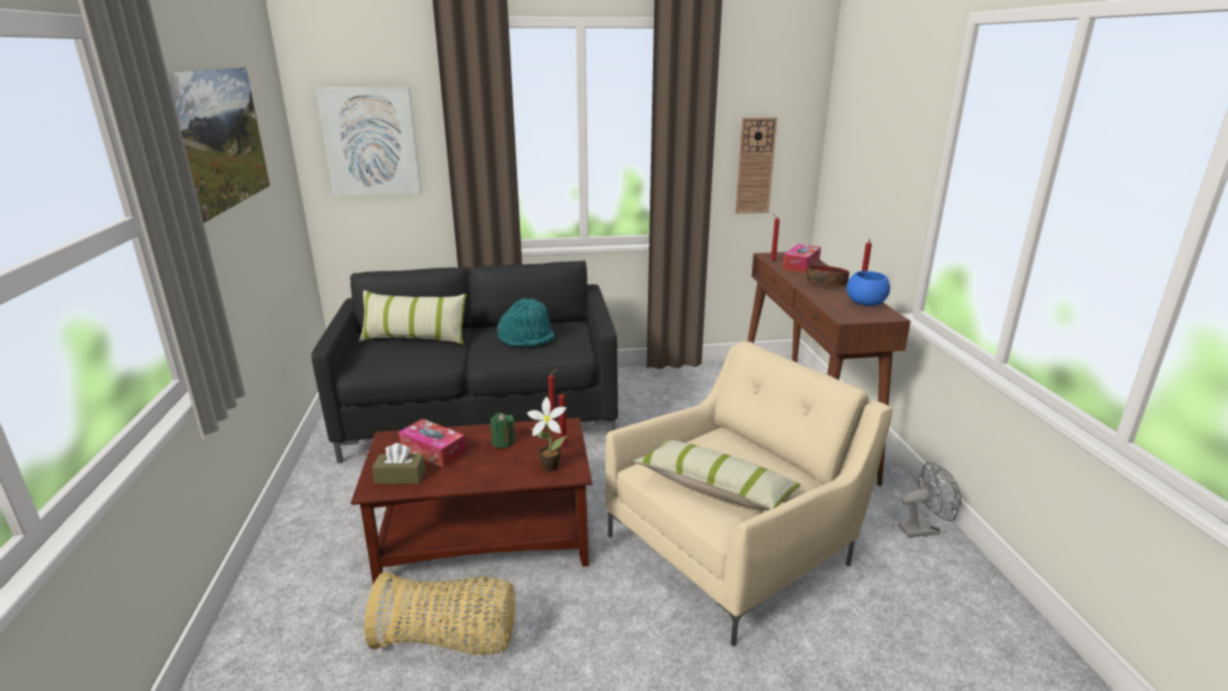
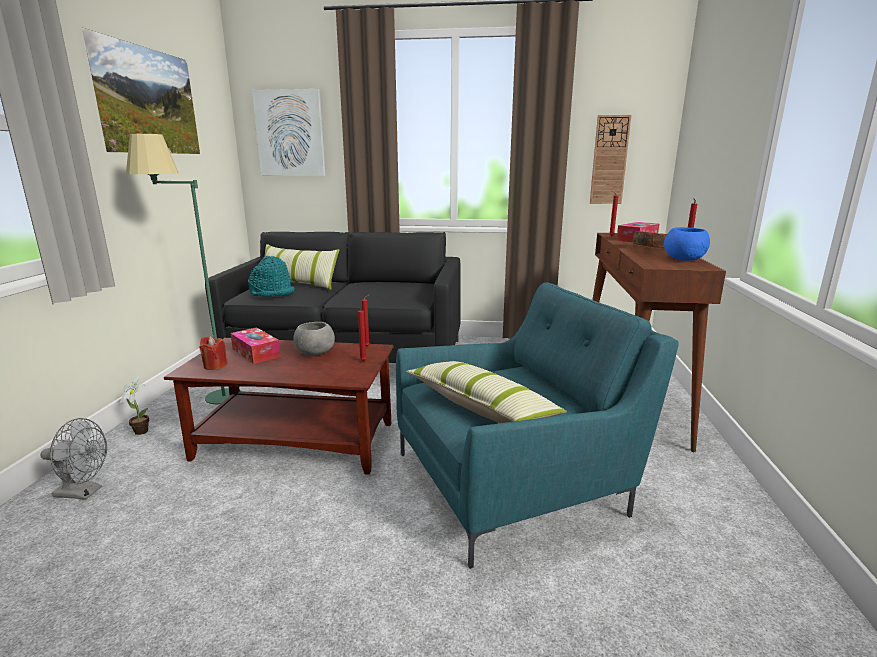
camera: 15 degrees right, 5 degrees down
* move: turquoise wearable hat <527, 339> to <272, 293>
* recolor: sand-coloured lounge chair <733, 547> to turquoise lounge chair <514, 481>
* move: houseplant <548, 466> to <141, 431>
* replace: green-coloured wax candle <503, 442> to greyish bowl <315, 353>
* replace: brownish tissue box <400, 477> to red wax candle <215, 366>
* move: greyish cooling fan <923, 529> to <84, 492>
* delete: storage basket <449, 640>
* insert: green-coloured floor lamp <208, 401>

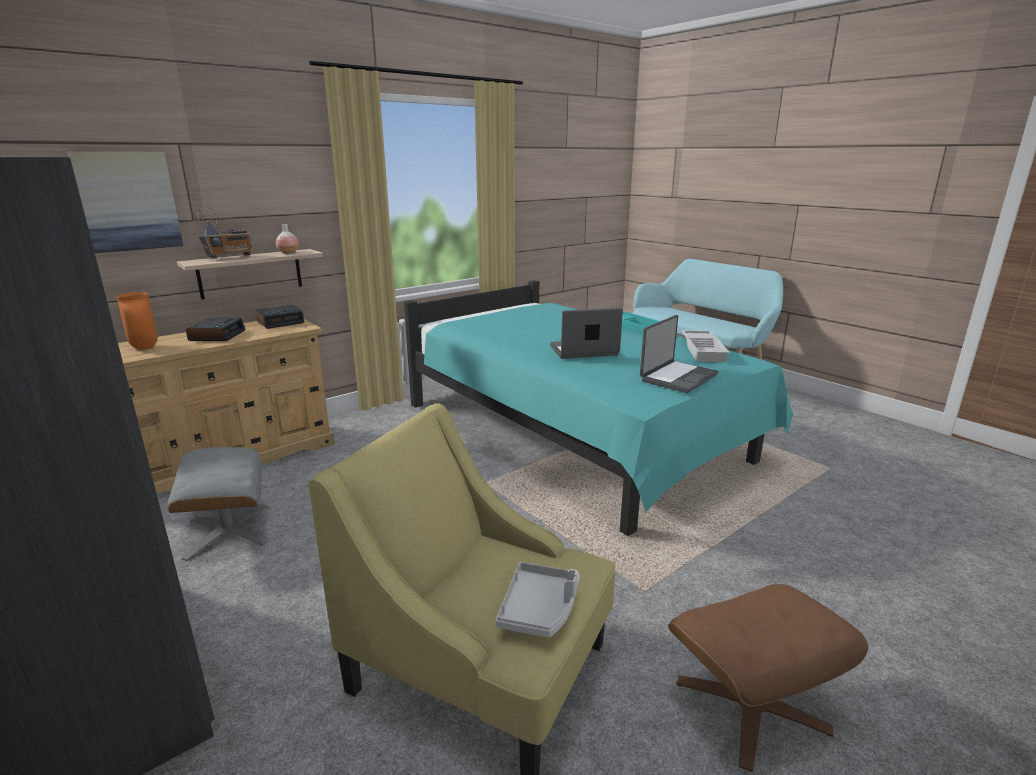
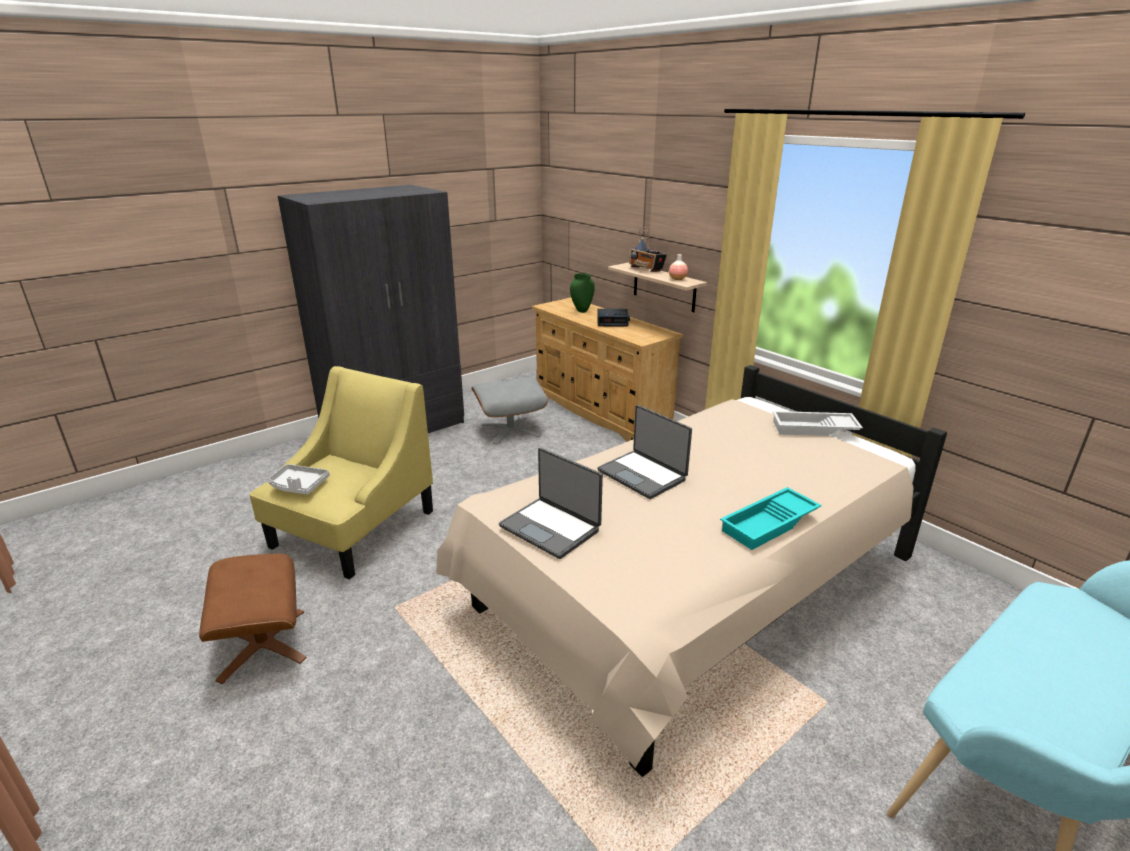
camera: 90 degrees right, 5 degrees up
* delete: wall picture <128, 201>
* recolor: turquoise bedroom bed <577, 435> to sand-coloured bedroom bed <691, 588>
* recolor: orangey decorative vase <144, 347> to green-coloured decorative vase <581, 311>
* delete: alarm clock <280, 322>
* rotate: laptop <584, 351> = <643, 475> 150 degrees clockwise
* move: whitish tray <704, 350> to <814, 429>

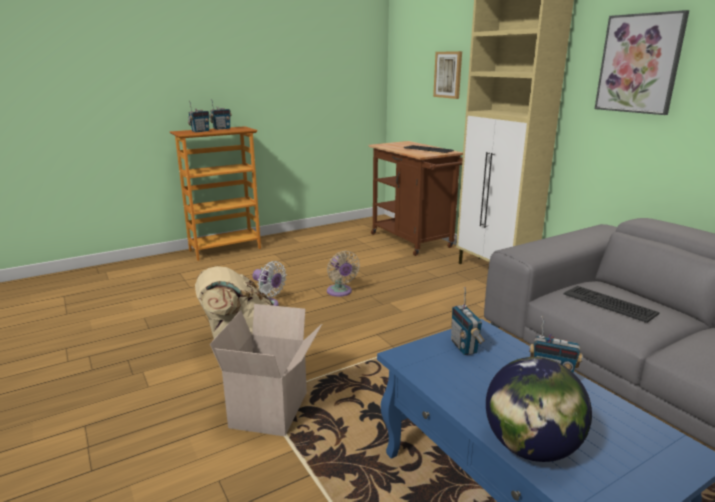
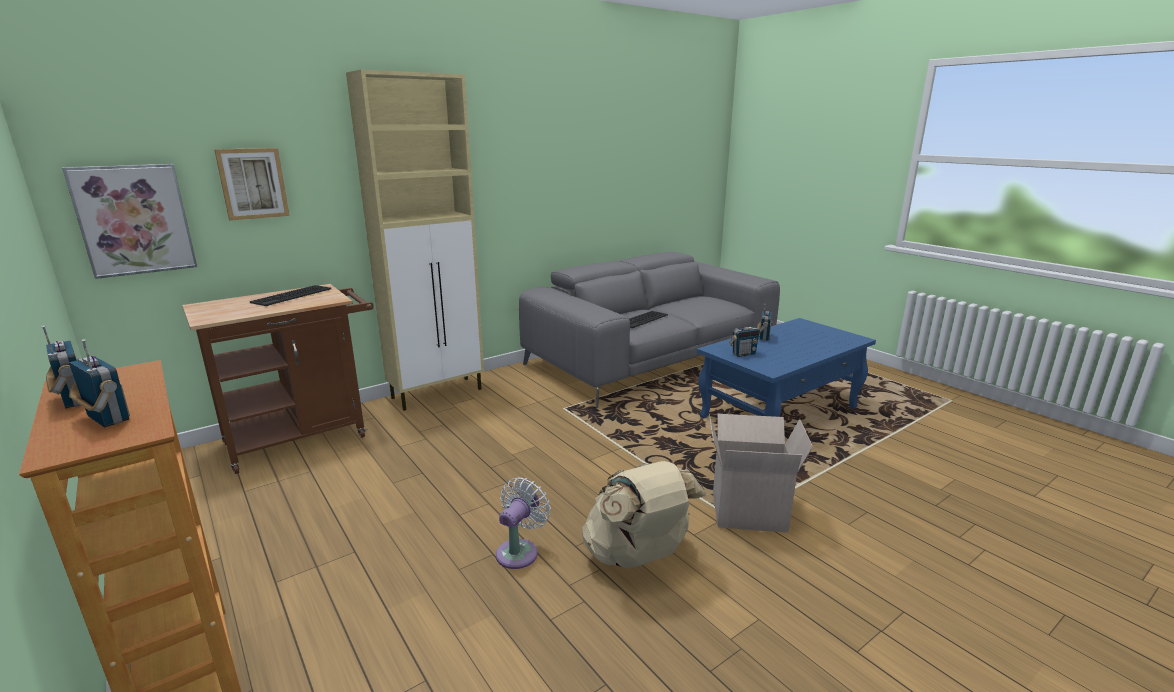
camera: 95 degrees left, 0 degrees up
* move: wall picture <639, 64> to <134, 220>
* delete: sand-coloured cooling fan <340, 292>
* delete: world globe <530, 448>

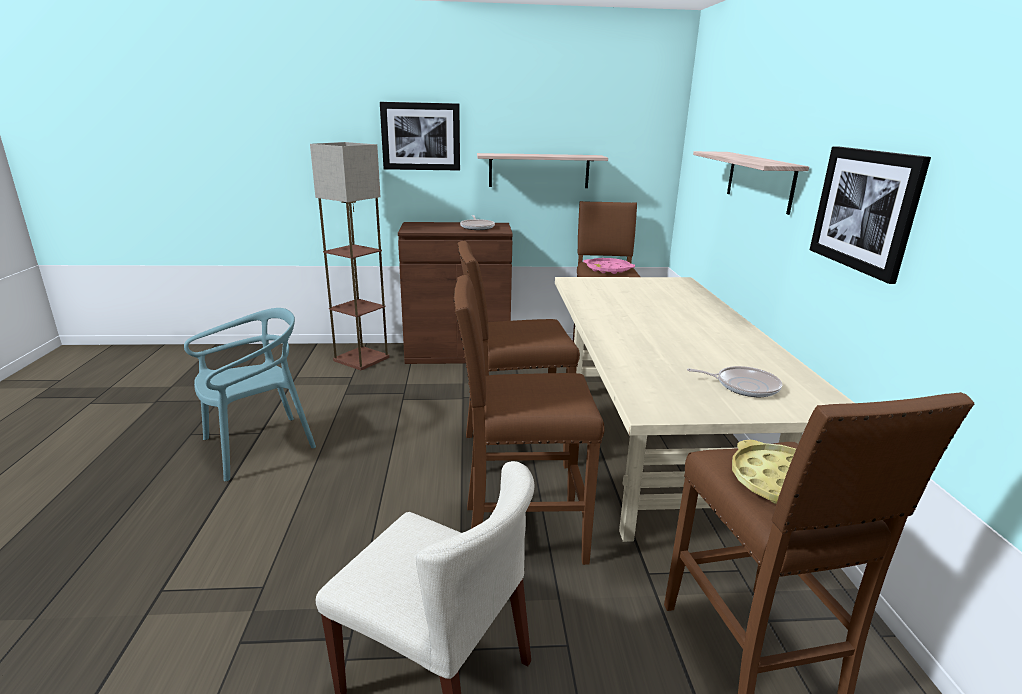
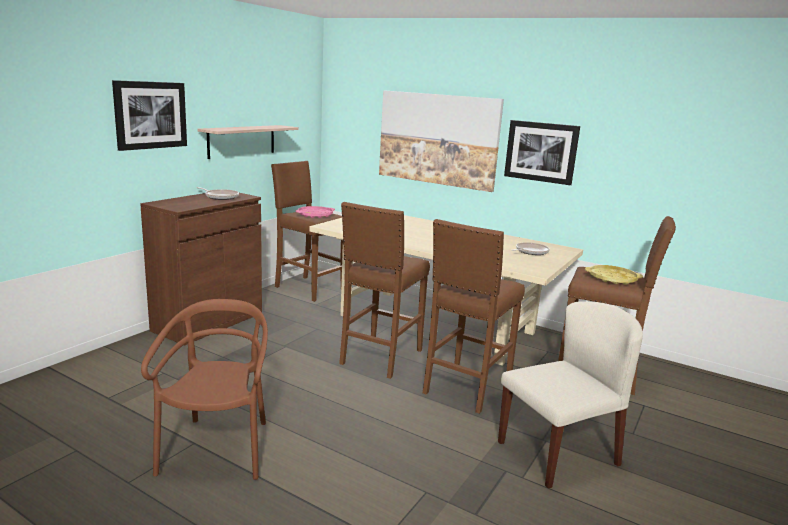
camera: 55 degrees left, 5 degrees down
* delete: floor lamp <362, 359>
* replace: shelf <759, 180> to wall picture <438, 139>
* recolor: turquoise chair <258, 446> to brownish chair <218, 449>

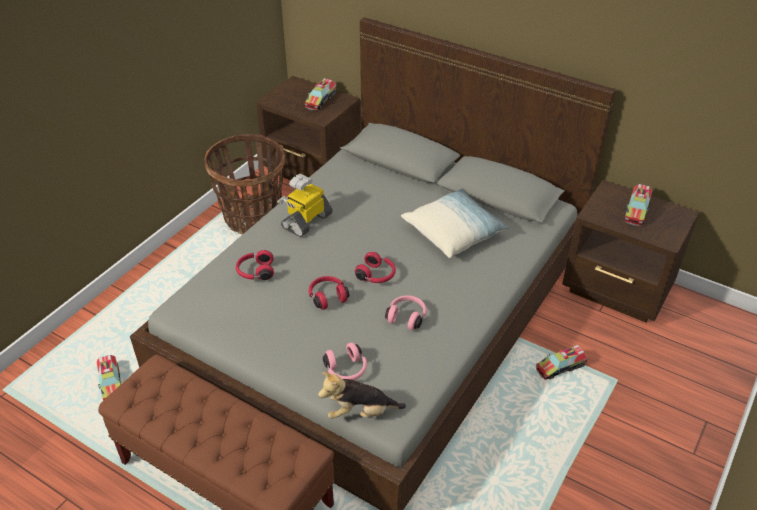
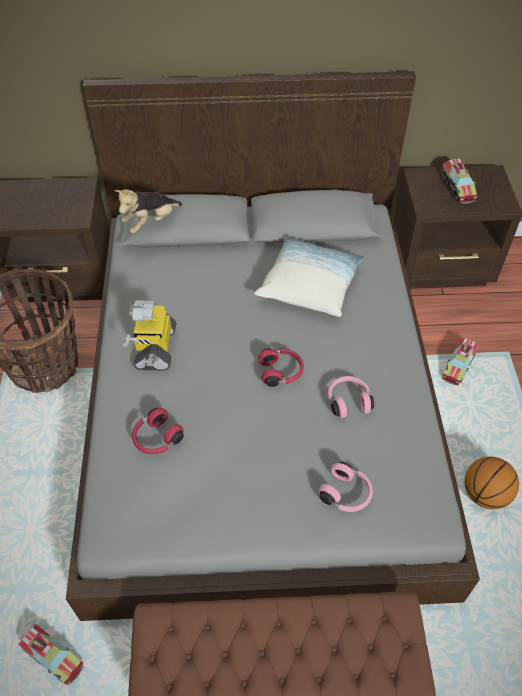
camera: 35 degrees left, 10 degrees up
* delete: toy lorry <320, 100>
* delete: red headphones <327, 297>
* move: plush toy <360, 412> to <151, 222>
* insert: basketball <485, 494>

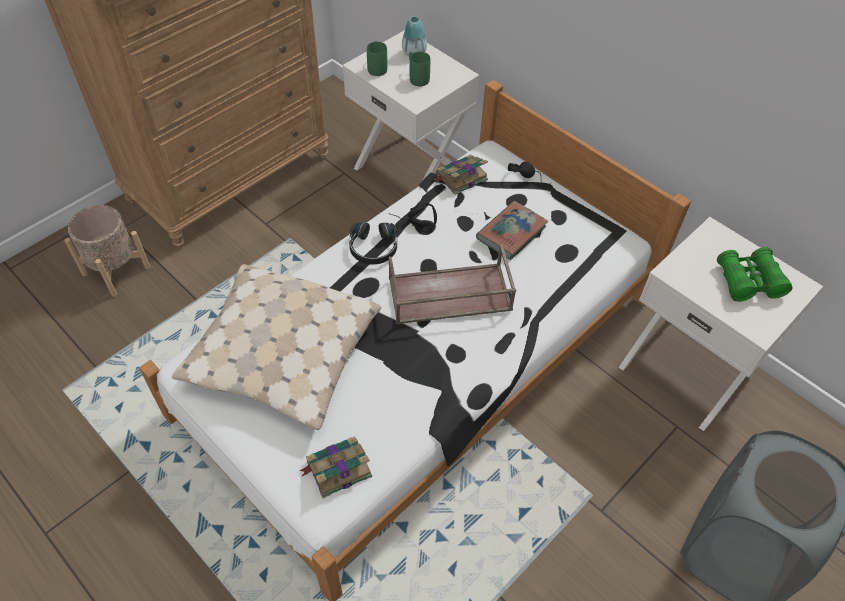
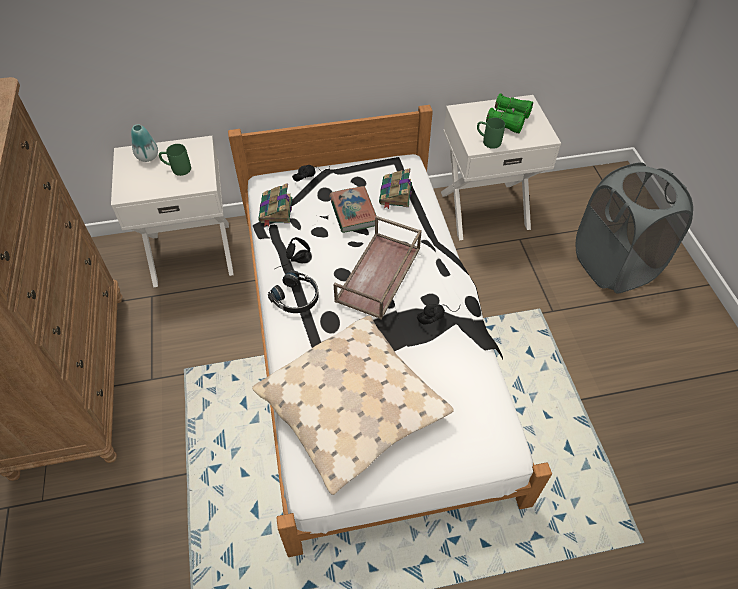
camera: 55 degrees left, 0 degrees up
* move: green-coloured coffee mug <377, 67> to <487, 141>
* delete: sand-coloured plant pot <116, 271>
* move: book <337, 469> to <395, 194>
* insert: blackish headphones <437, 314>

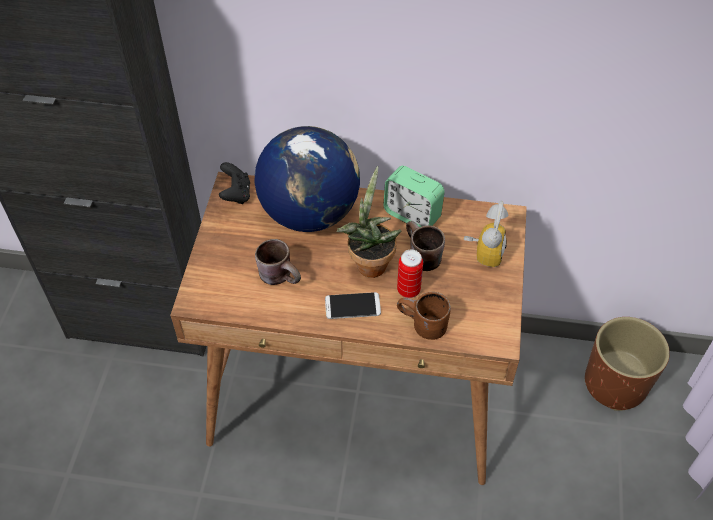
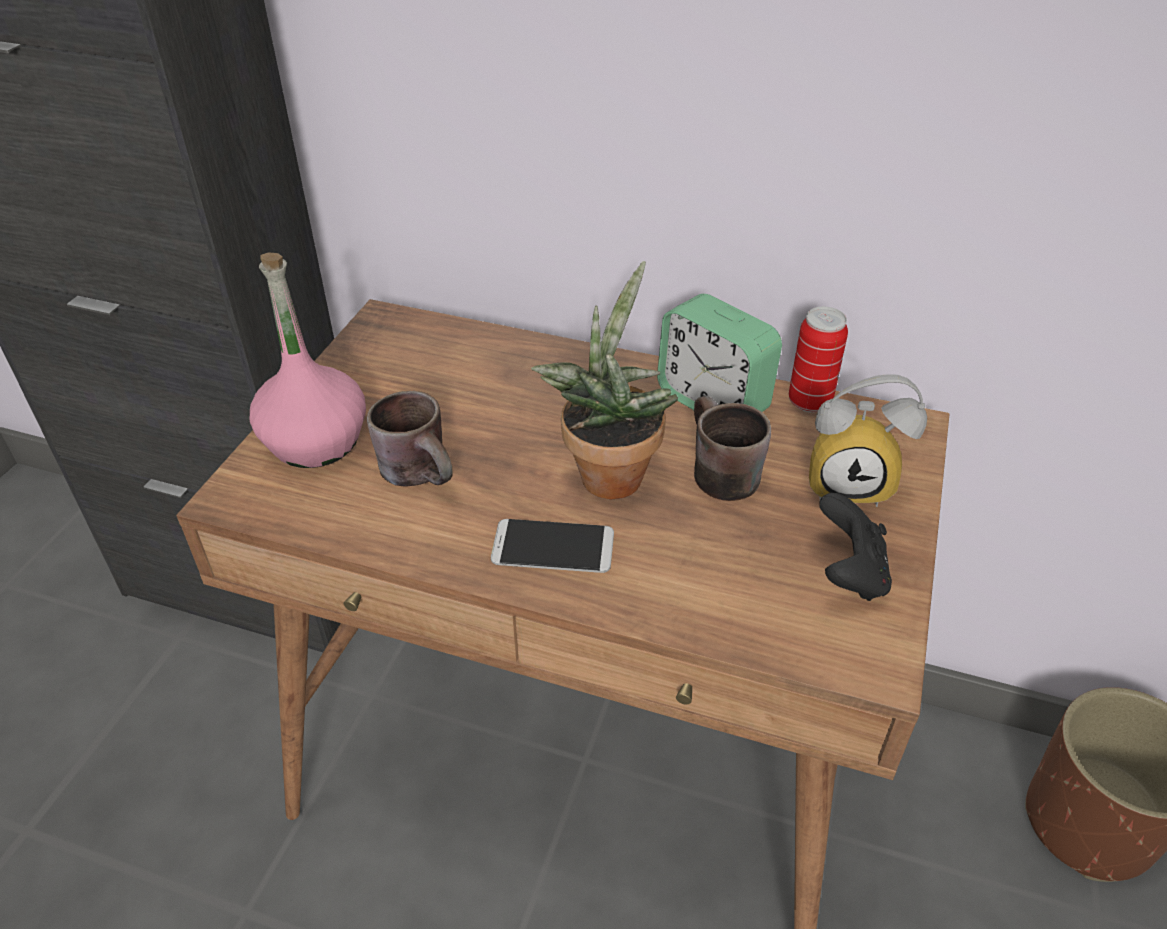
camera: 10 degrees right, 10 degrees down
* delete: world globe <309, 213>
* move: blackish game controller <236, 194> to <849, 574>
* rotate: alarm clock <483, 253> = <851, 483> 75 degrees clockwise
* move: sealed can <408, 290> to <809, 402>
* delete: brownish coffee mug <422, 326>
* insert: pink bottle <316, 441>

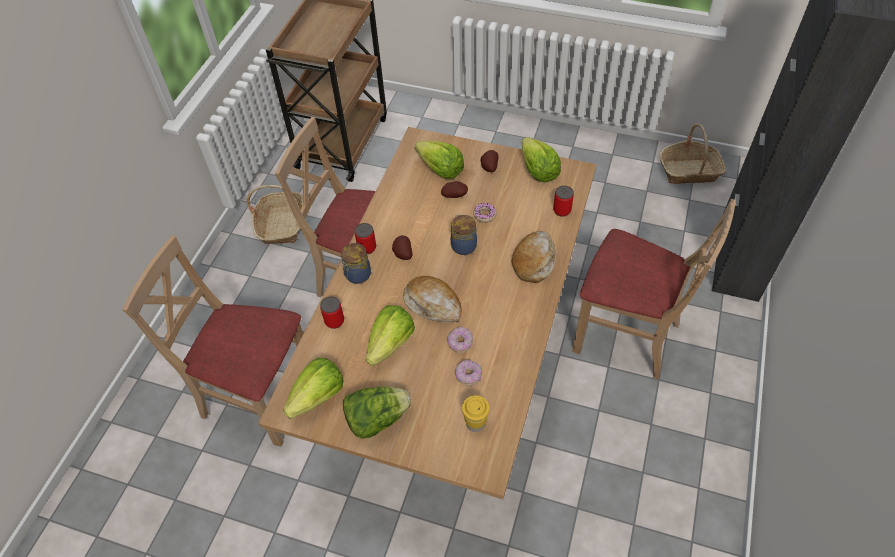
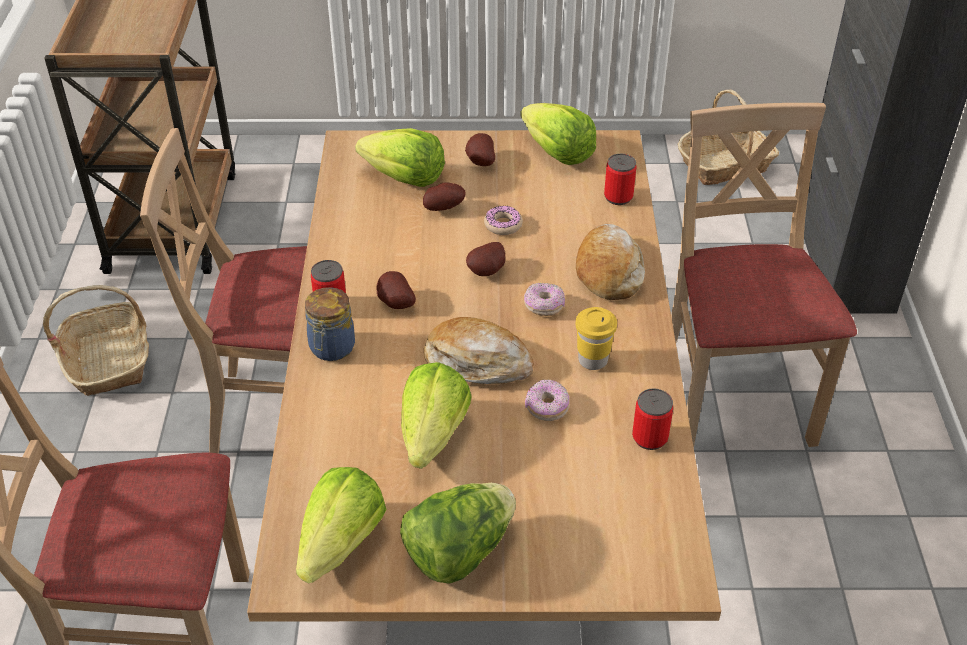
camera: 20 degrees left, 10 degrees down
* rotate: sand-coloured chair <626, 335> = <732, 399> 105 degrees counterclockwise
* replace: storage jar <463, 245> to spud <488, 272>
* move: sealed can <334, 321> to <649, 437>
* move: donut <468, 376> to <544, 306>
* move: yellow-coloured drinking cup <475, 423> to <593, 360>

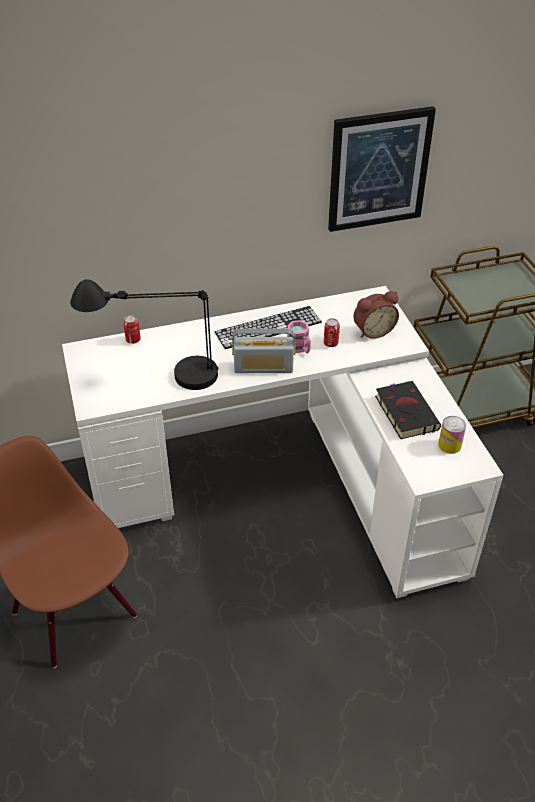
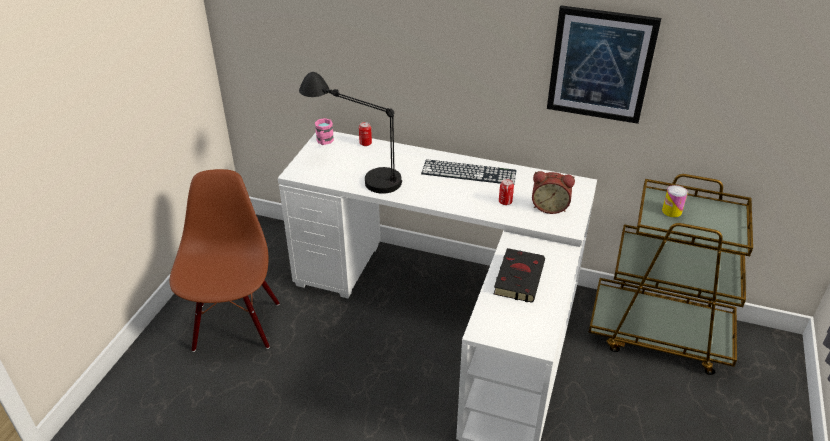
camera: 35 degrees right, 5 degrees down
* move: pink coffee mug <300, 348> to <324, 142>
* delete: radio receiver <263, 367>
* move: sealed can <449, 445> to <671, 211>

